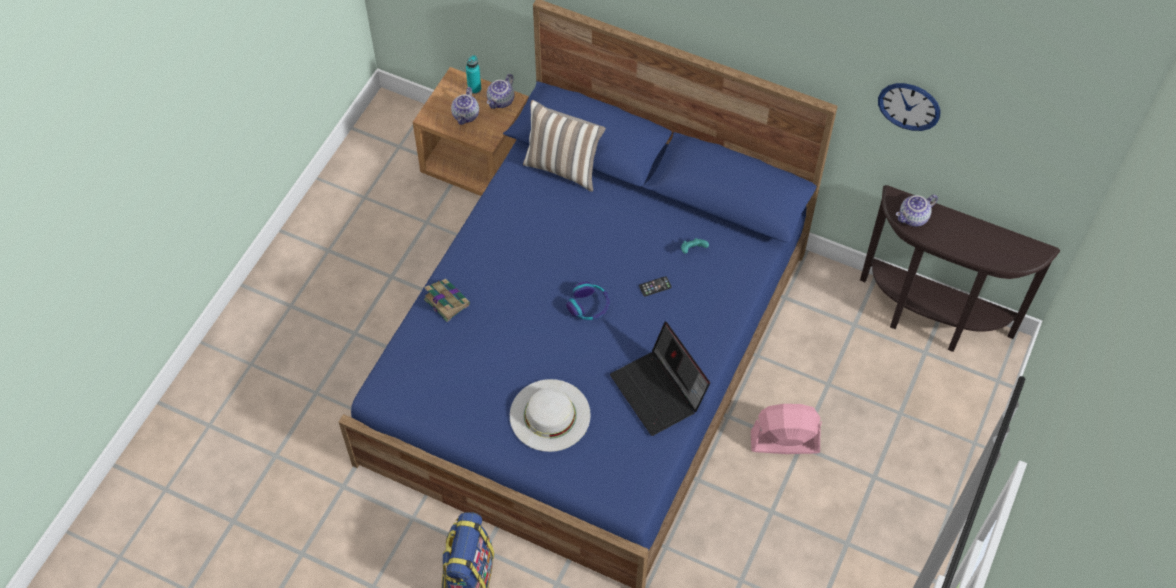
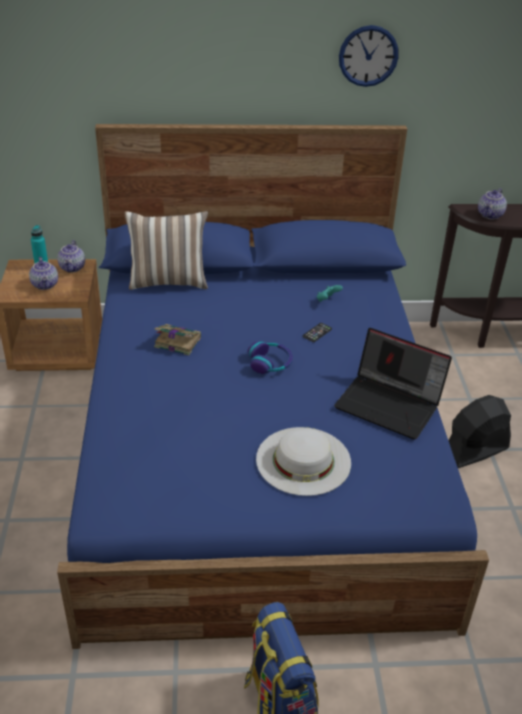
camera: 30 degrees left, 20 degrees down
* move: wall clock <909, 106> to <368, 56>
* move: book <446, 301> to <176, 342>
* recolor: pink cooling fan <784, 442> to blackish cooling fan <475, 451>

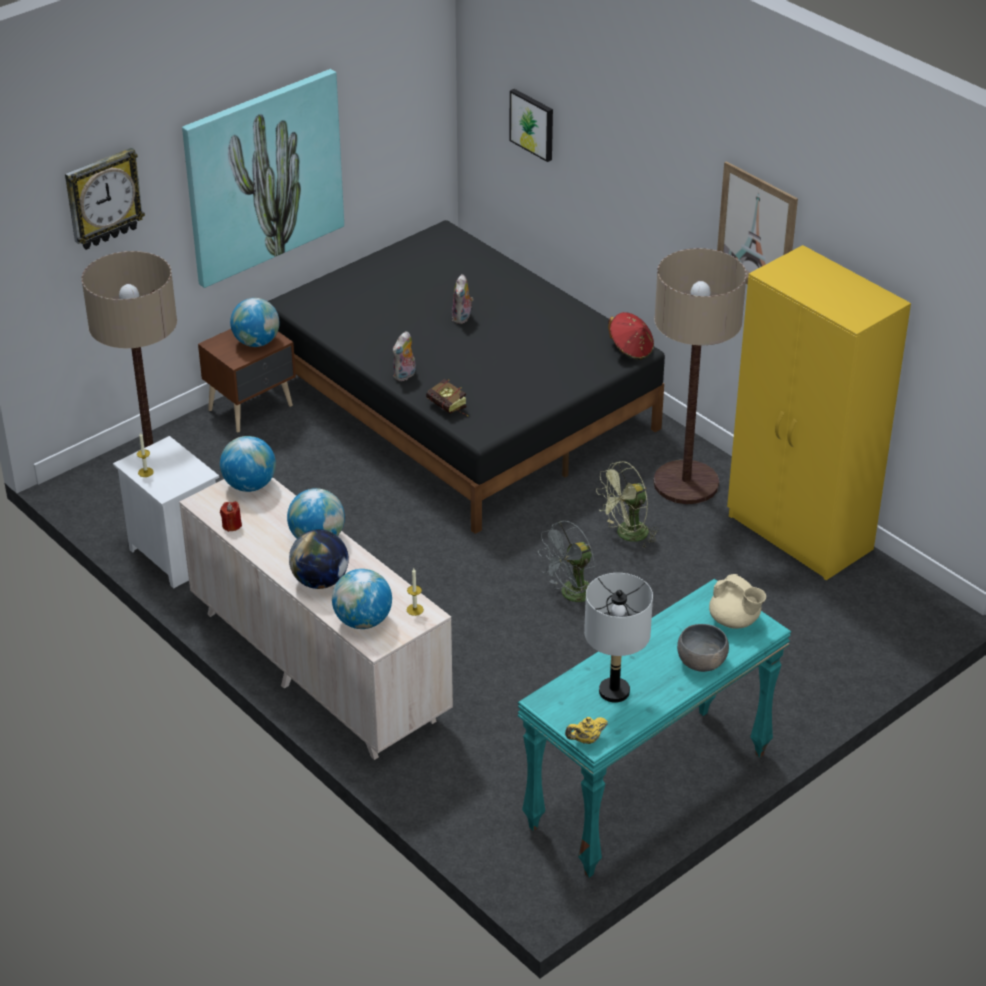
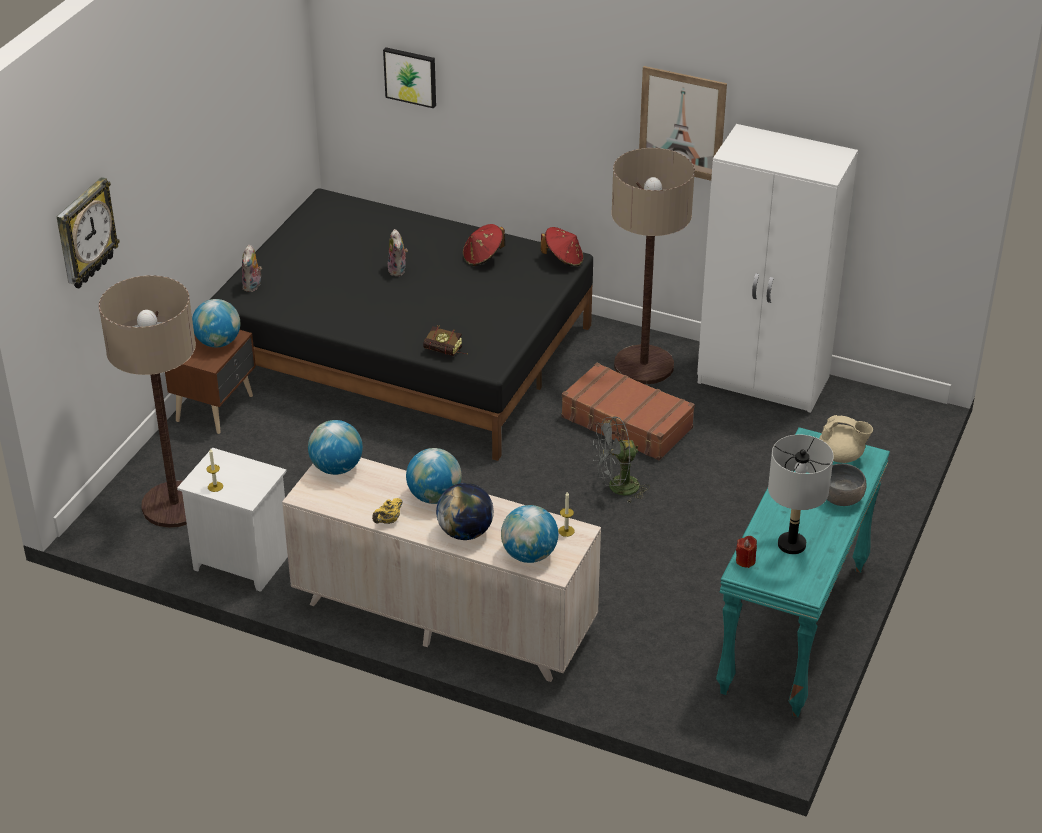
camera: 25 degrees left, 0 degrees up
* delete: wall picture <263, 176>
* recolor: yellow-coloured clothes cupboard <799, 534> to whitish clothes cupboard <764, 381>
* move: plush toy <405, 376> to <253, 286>
* replace: green-coloured cooling fan <627, 535> to brownish suitcase <626, 423>
* move: red wax candle <231, 525> to <745, 561>
* rotate: greyish cooling fan <572, 596> = <617, 488> 45 degrees clockwise
* move: yellow-coloured tea pot <586, 740> to <388, 521>
* insert: red wearable hat <483, 257>

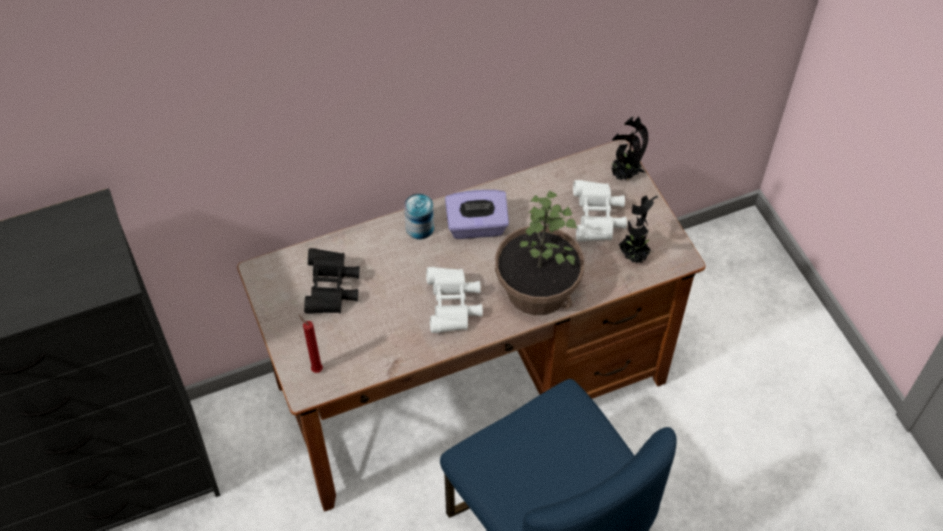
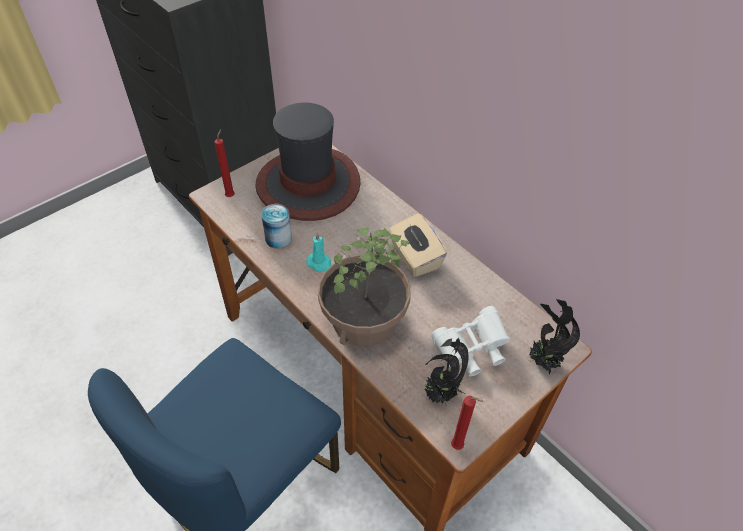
camera: 70 degrees right, 5 degrees down
* recolor: purple-coloured tissue box <477, 227> to sand-coloured tissue box <414, 258>
* move: sealed can <419, 228> to <278, 238>
* replace: blackish binoculars <332, 290> to wearable hat <308, 185>
* replace: whitish binoculars <453, 307> to turquoise wax candle <320, 263>
* insert: red wax candle <458, 447>

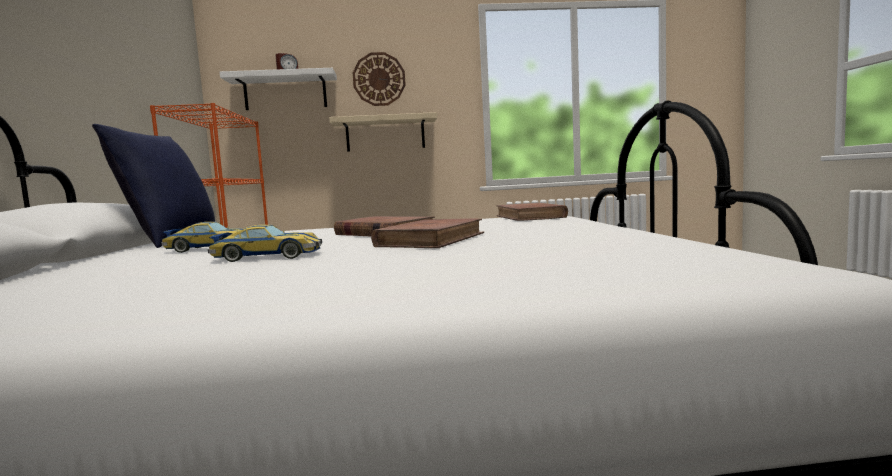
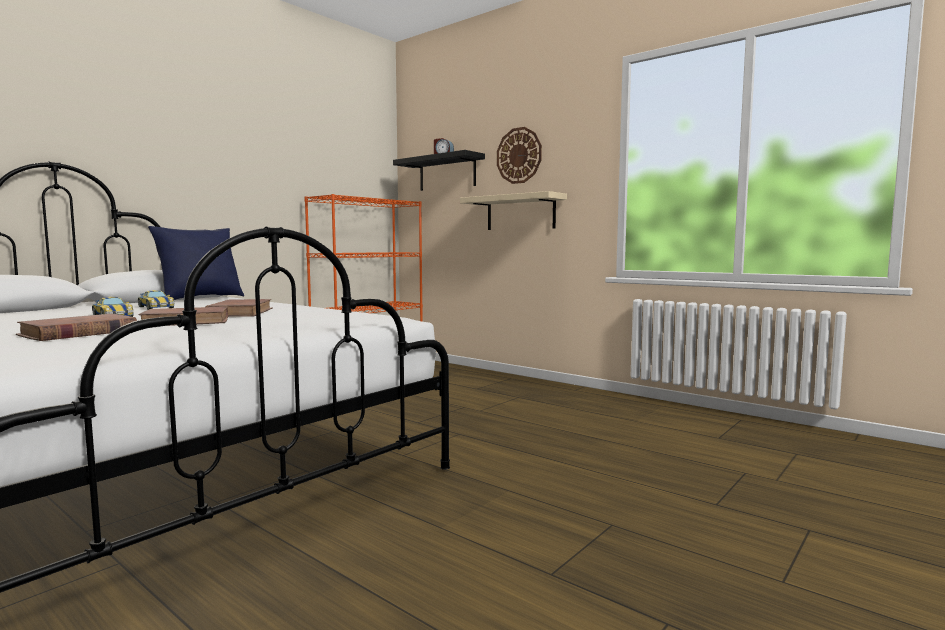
camera: 45 degrees right, 0 degrees up
* recolor: whitish shelf <285, 92> to blackish shelf <447, 173>
* move: brownish book <530, 217> to <78, 333>

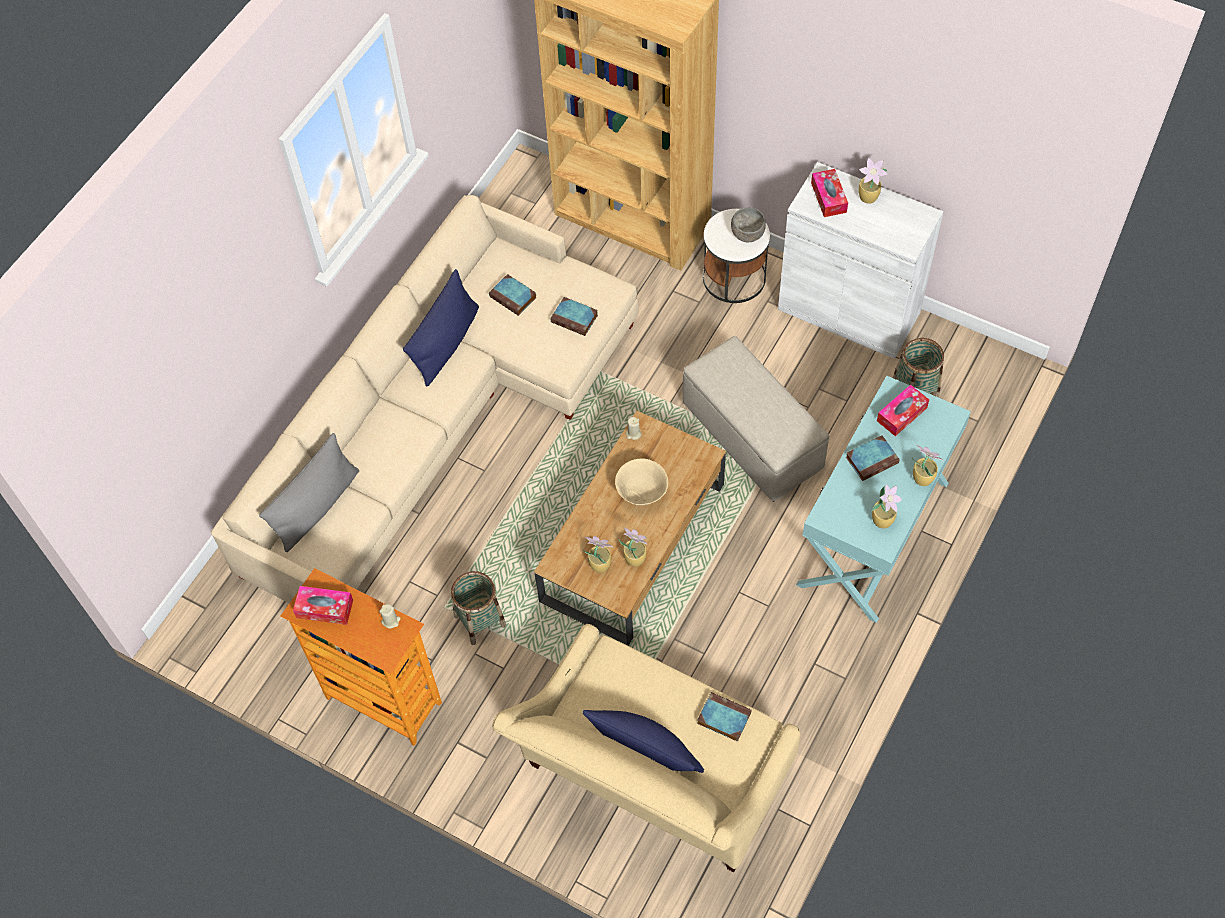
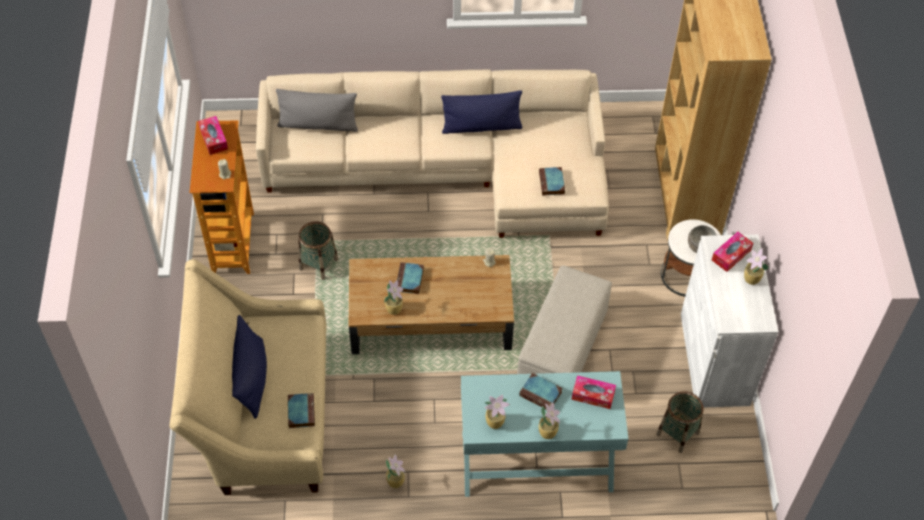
camera: 55 degrees right, 5 degrees down
* move: book <514, 297> to <410, 280>
* delete: sand-coloured bowl <642, 493>
* move: houseplant <599, 564> to <396, 481>

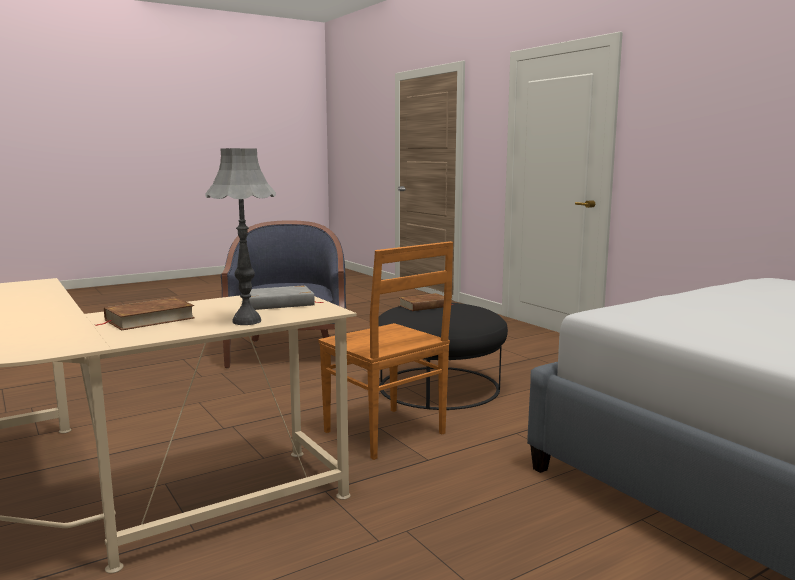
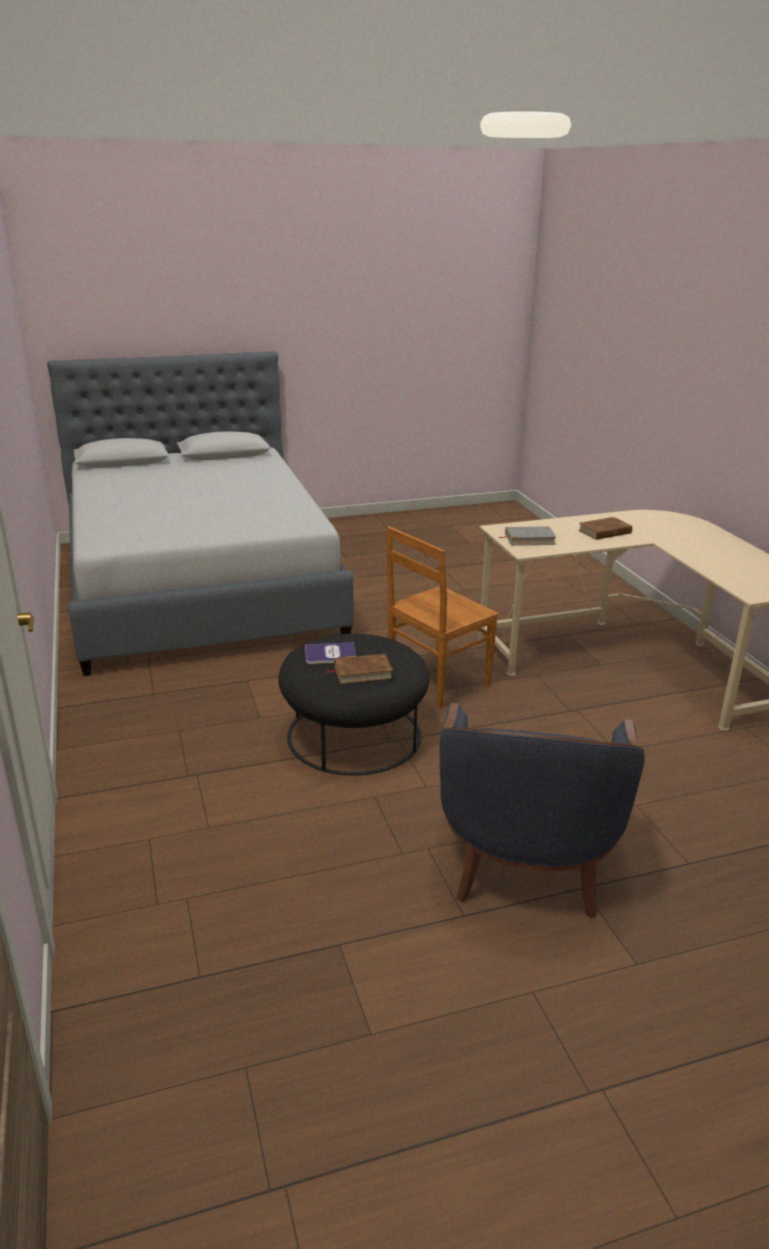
camera: 165 degrees left, 15 degrees up
* delete: greyish table lamp <247, 321>
* rotate: brownish chair <386, 433> = <436, 682> 105 degrees counterclockwise
* insert: book <330, 654>

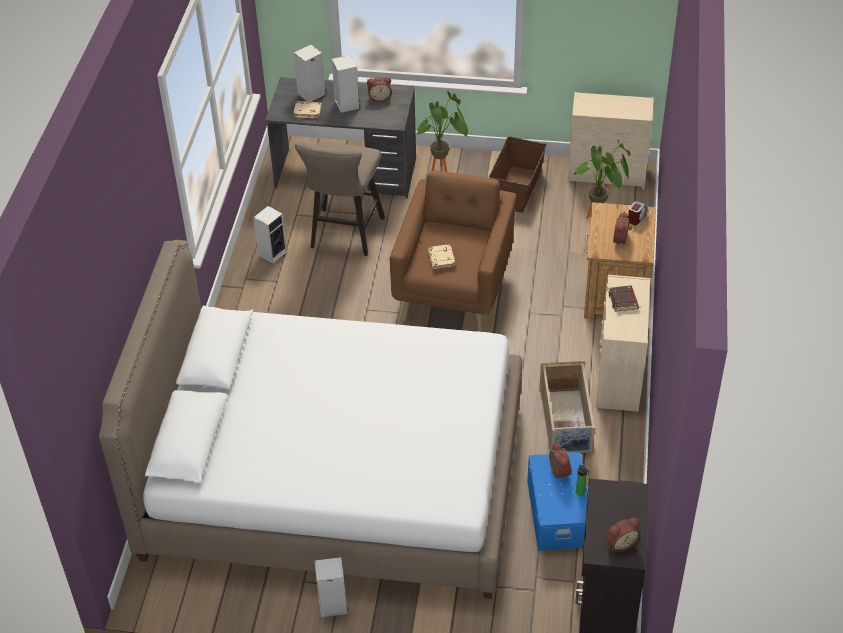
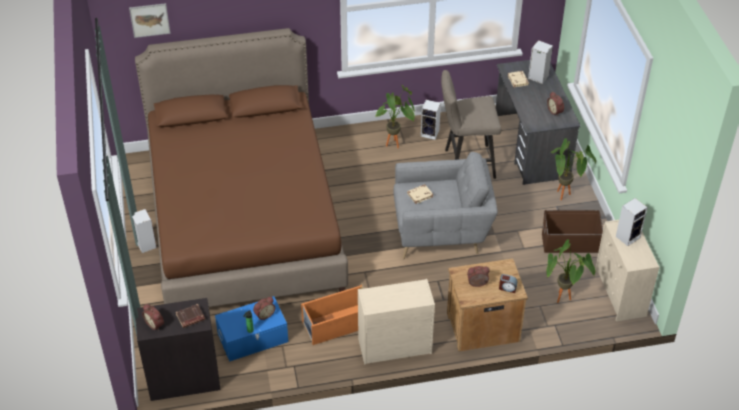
camera: 70 degrees right, 0 degrees up
* move: speaker <346, 104> to <628, 236>
* recolor: brownish lounge chair <454, 289> to greyish lounge chair <441, 234>
* recolor: whitish bedroom bed <335, 479> to brownish bedroom bed <244, 219>
* move: brownish book <623, 300> to <190, 318>
* recolor: sand-coloured storage container <566, 422> to orangey storage container <337, 324>
* insert: wall picture <150, 20>
* insert: houseplant <396, 144>

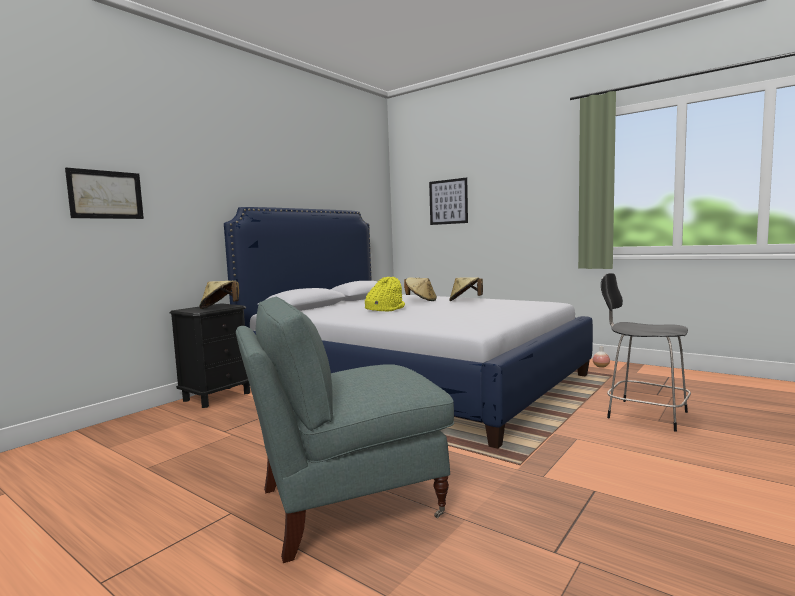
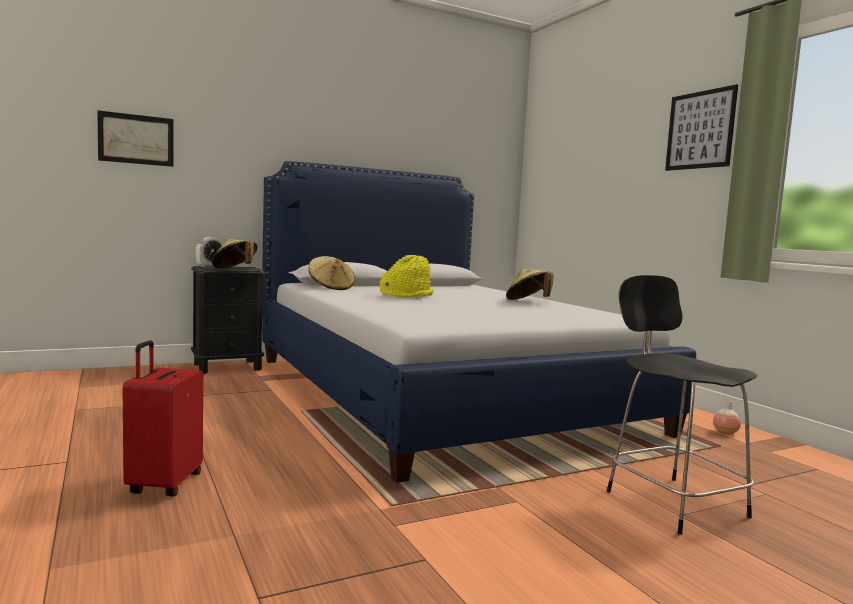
camera: 25 degrees right, 0 degrees up
* move: wall picture <448, 202> to <700, 130>
* move: sand-coloured wearable hat <421, 300> to <331, 288>
* replace: greyish lounge chair <347, 503> to red suitcase <163, 484>
* insert: alarm clock <210, 267>

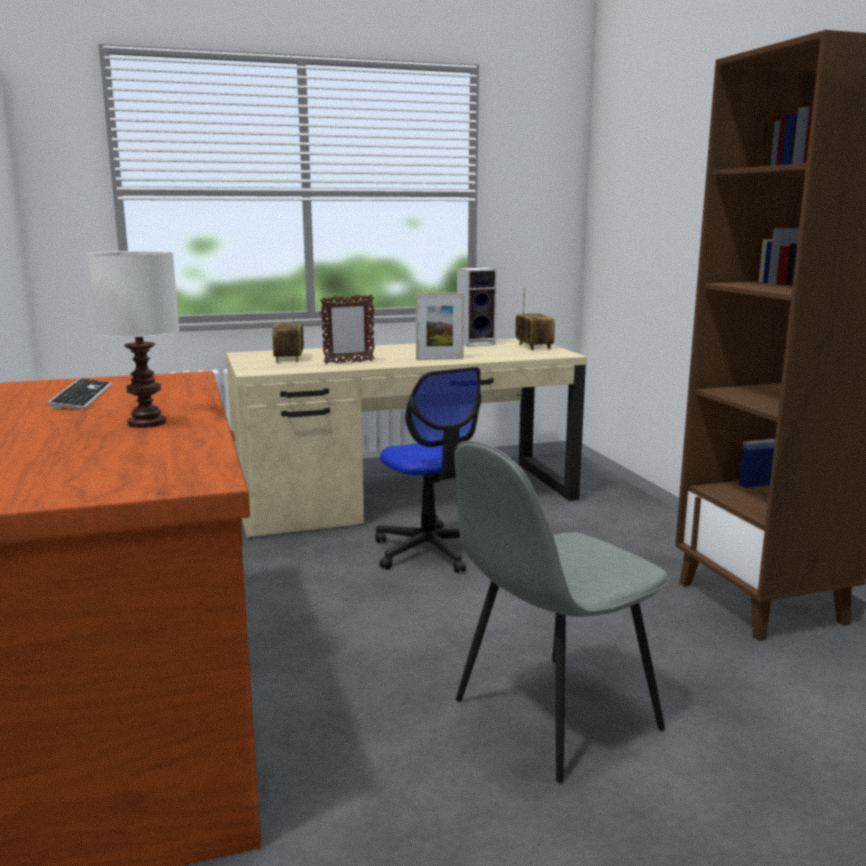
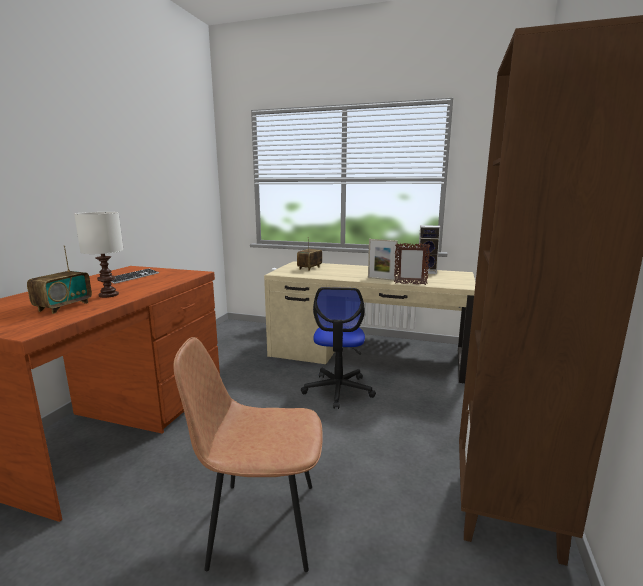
camera: 35 degrees right, 0 degrees up
* move: radio receiver <534, 347> to <63, 307>
* move: picture frame <348, 362> to <410, 284>
* recolor: greyish chair <552, 716> to brownish chair <261, 523>

